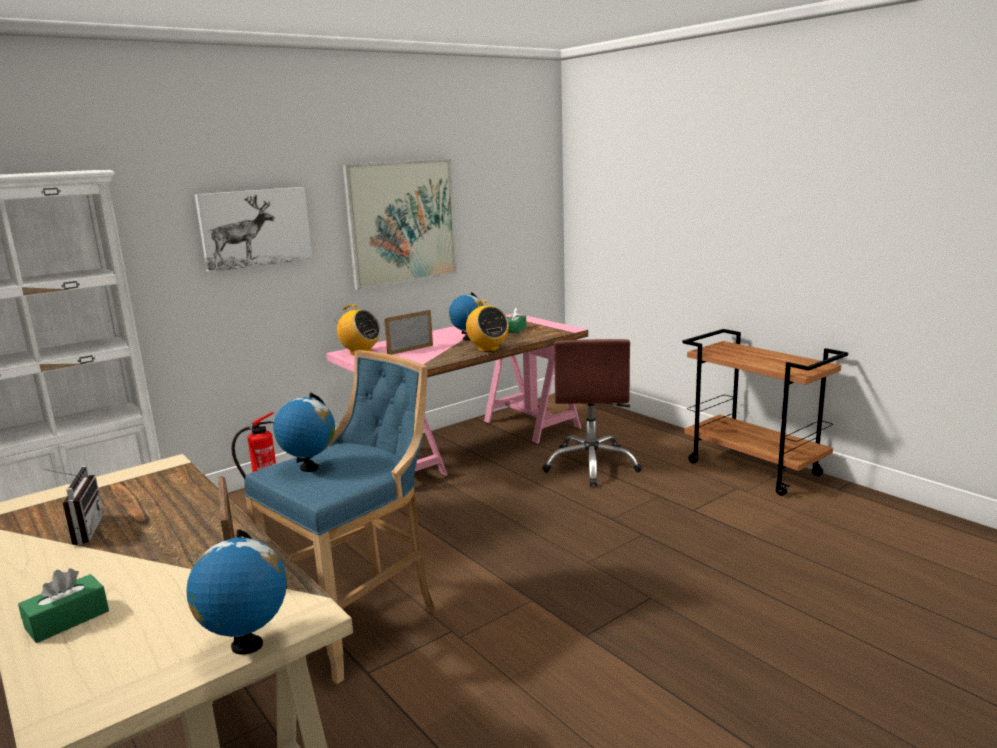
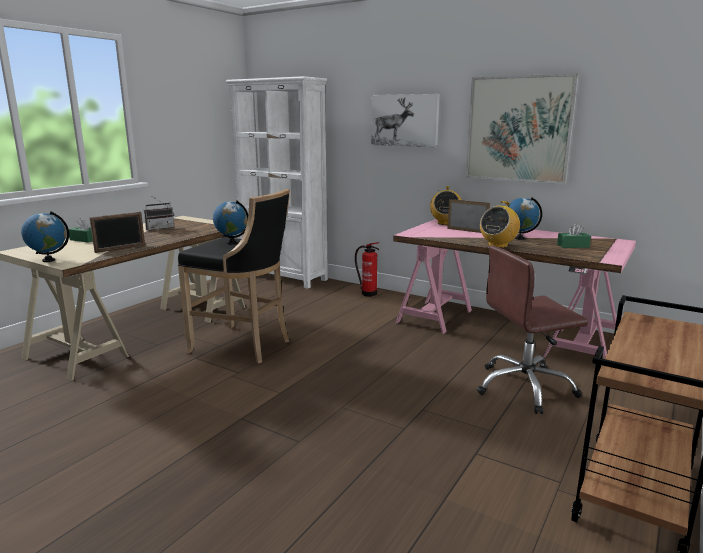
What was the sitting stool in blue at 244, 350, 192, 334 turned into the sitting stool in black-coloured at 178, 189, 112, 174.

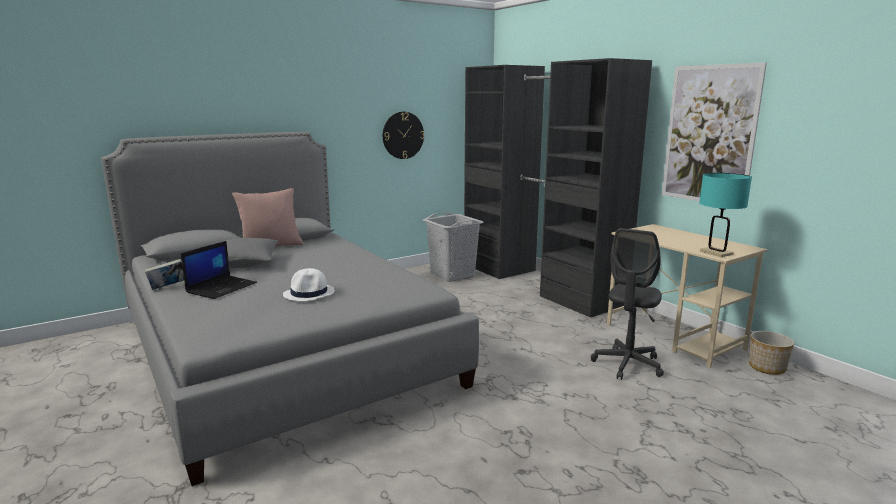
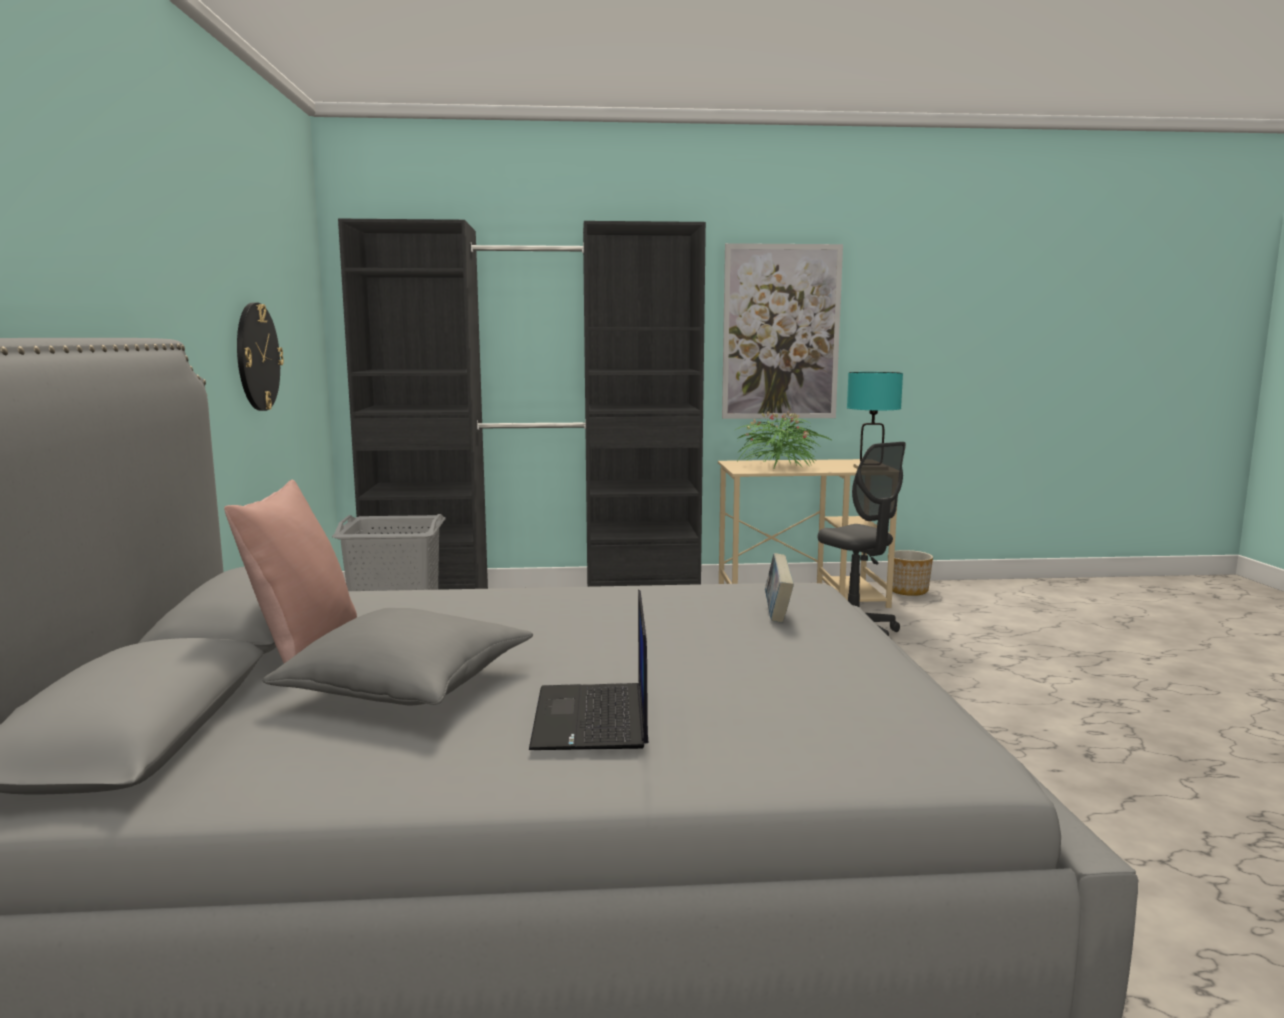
The portable computer at 181, 241, 76, 58 ended up facing another way, 150 degrees counterclockwise from before. The second view gained the potted plant at 735, 411, 96, 59. The volume ended up elsewhere, having gone from 145, 259, 39, 31 to 765, 553, 29, 70. The second view lost the hat in whitish at 283, 268, 52, 33.

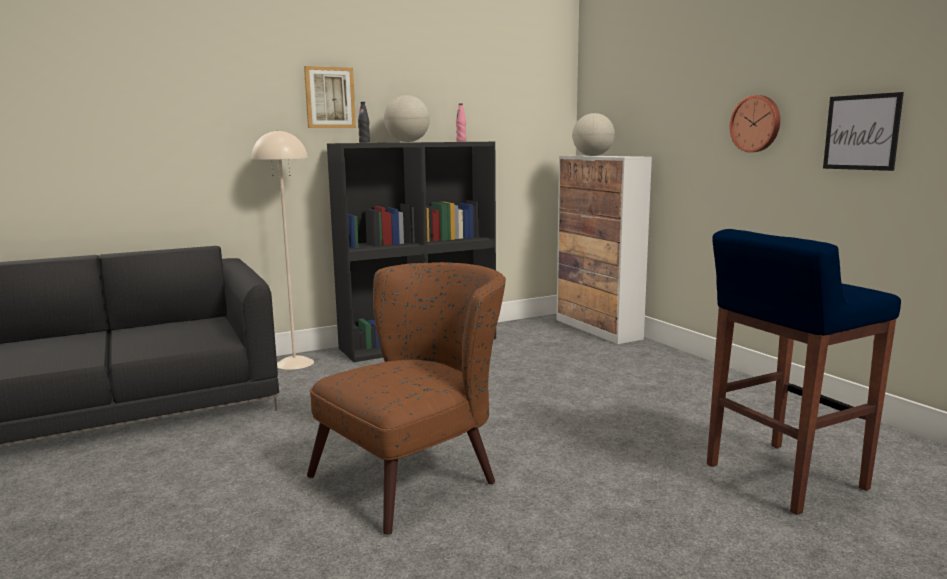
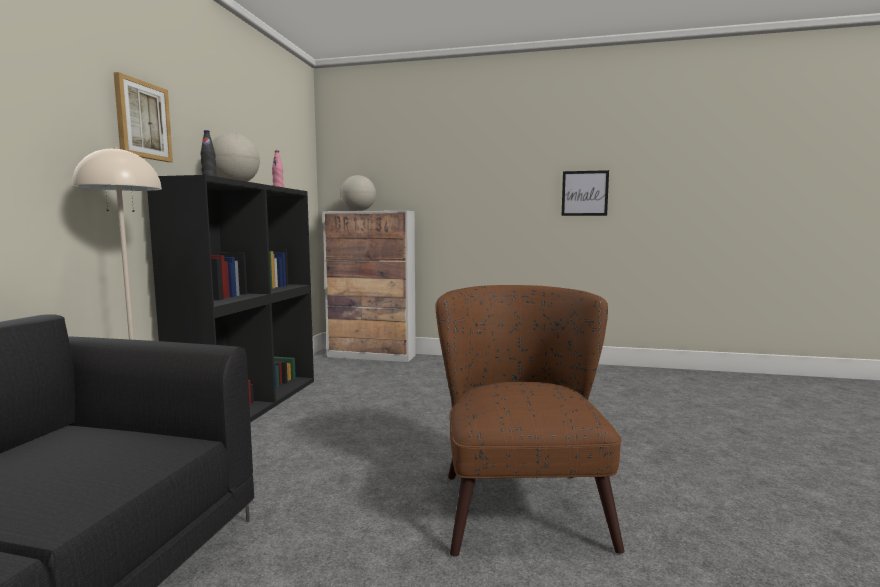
The second view lost the sitting stool in blue at 707, 229, 194, 286. The second view lost the wall clock at 730, 95, 50, 57.

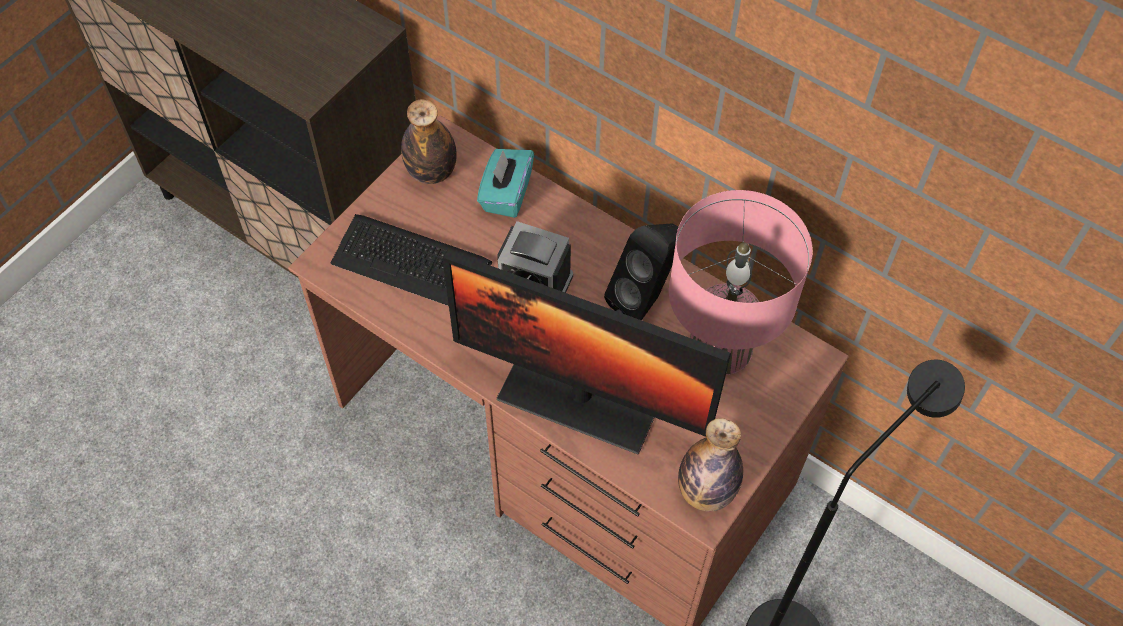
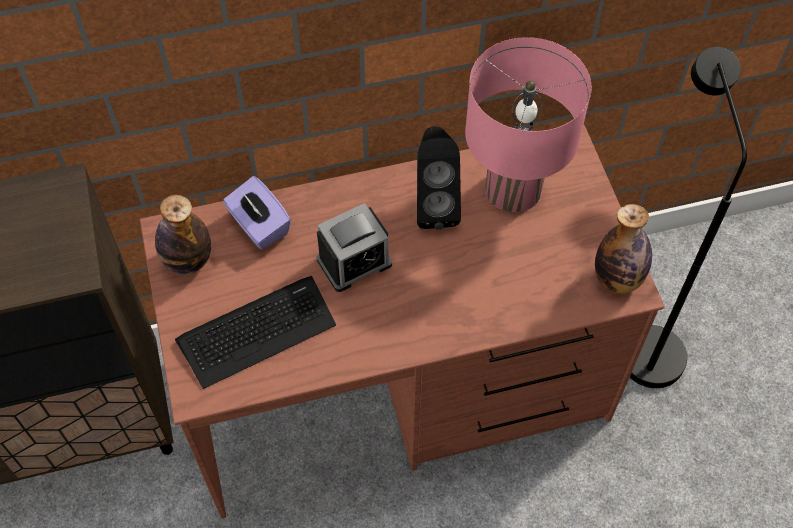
What was the tissue box in turquoise-coloured at 477, 149, 57, 69 turned into the tissue box in purple at 223, 176, 68, 74. The second view lost the computer screen at 442, 250, 289, 204.

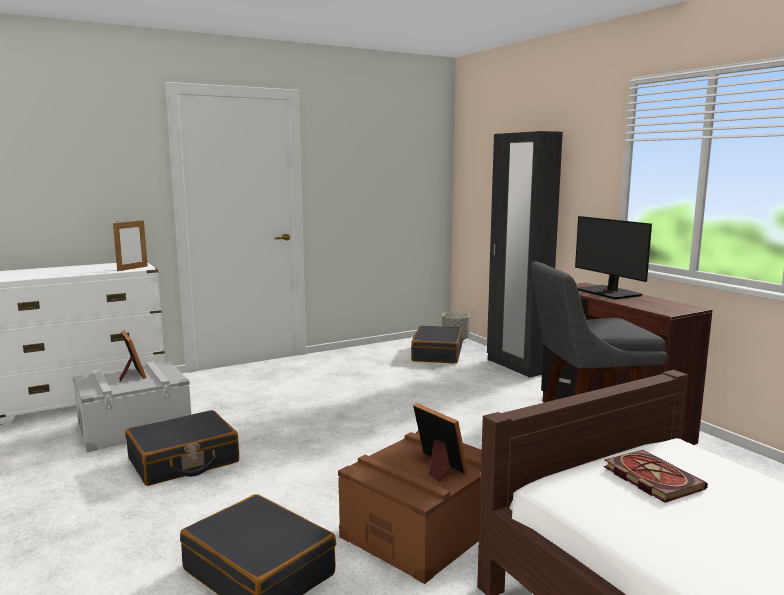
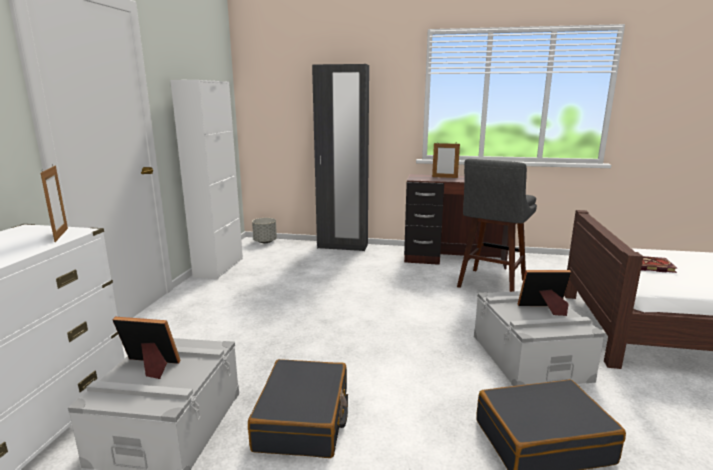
The second view gained the cupboard in whitish at 170, 80, 73, 199. Where the computer screen stood at 575, 216, 77, 83, the photo frame came to stand at 432, 143, 28, 35. What was the storage bin in brown at 338, 431, 144, 153 turned into the storage bin in gray at 474, 291, 131, 95. The second view lost the piece of luggage in black-coloured at 411, 325, 51, 39.

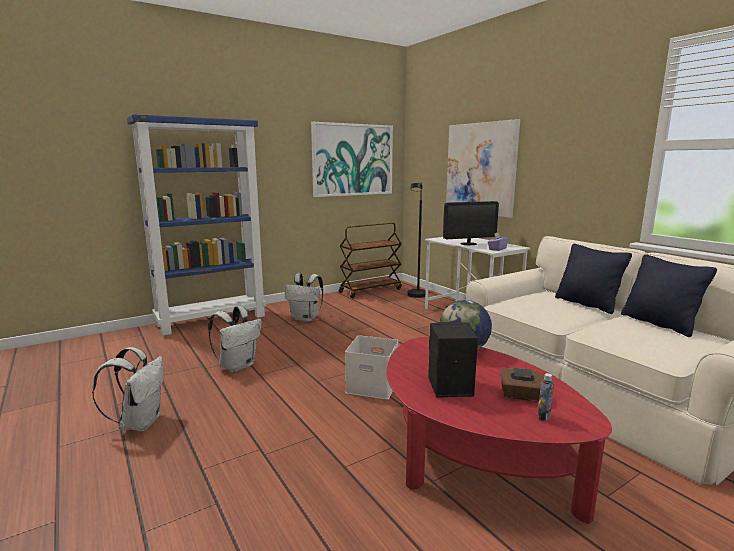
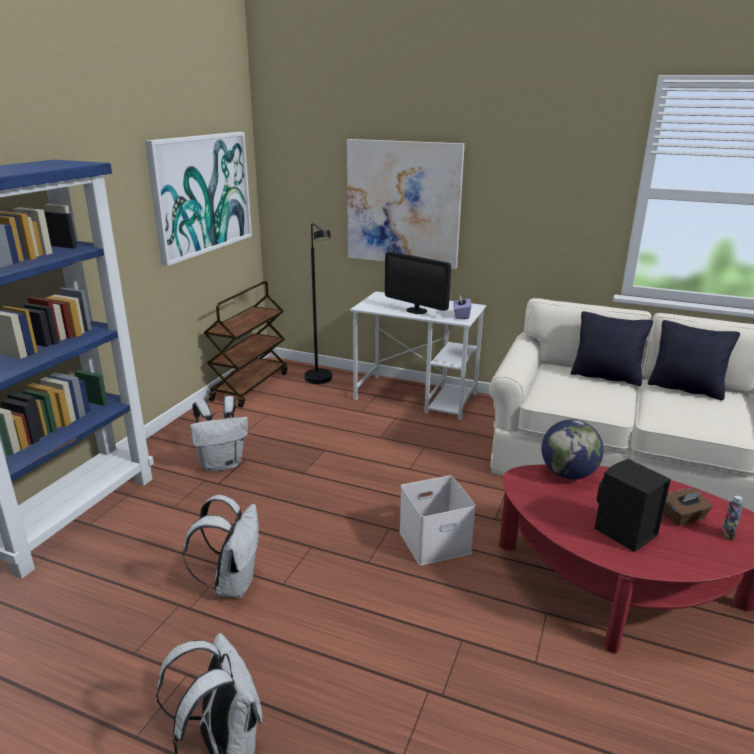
The computer screen at 443, 201, 56, 44 ended up facing another way, 90 degrees clockwise from before.

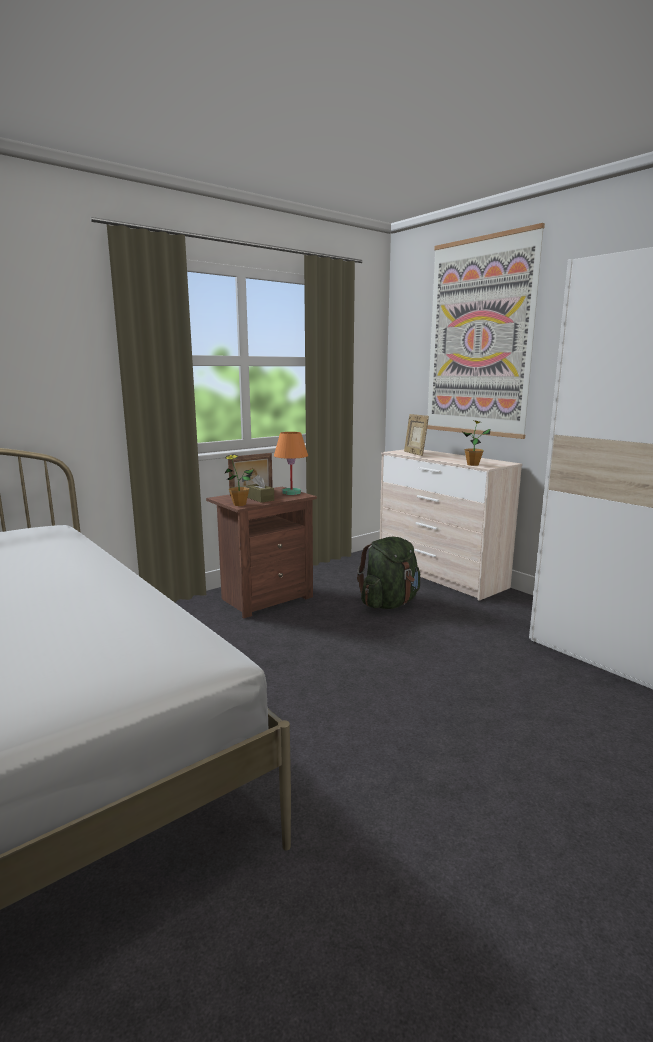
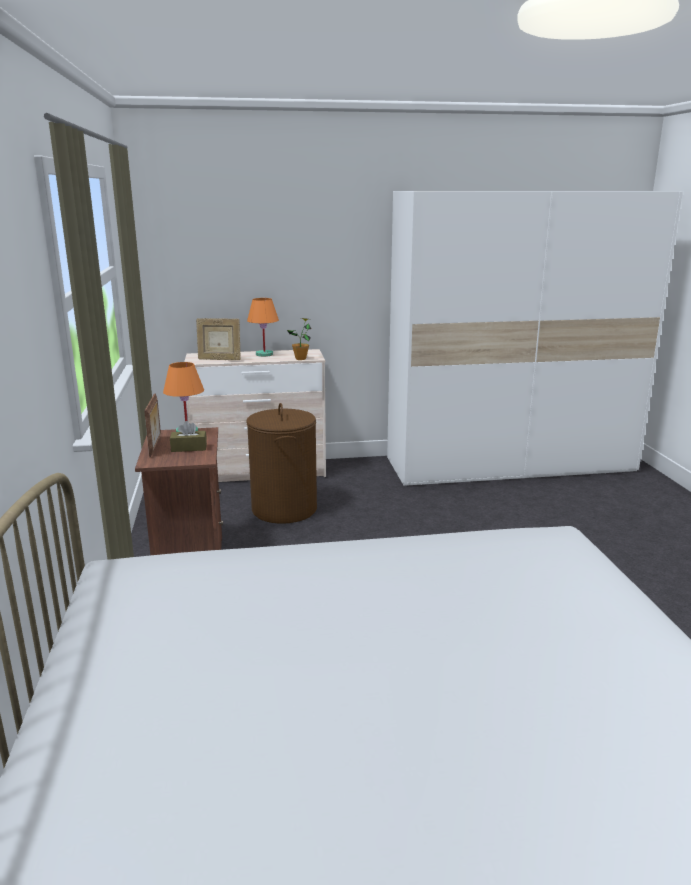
Where the knapsack in green-coloured stood at 357, 537, 63, 72, the laundry basket in brown came to stand at 246, 403, 71, 121. The second view gained the tabletop lamp in orange-coloured at 247, 298, 32, 59. The second view lost the potted plant at 225, 454, 29, 52. The second view lost the wall picture at 427, 223, 118, 216.

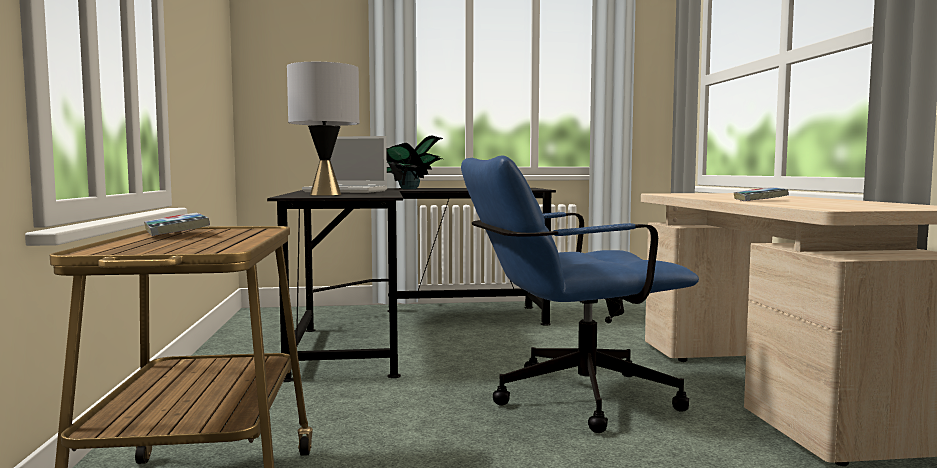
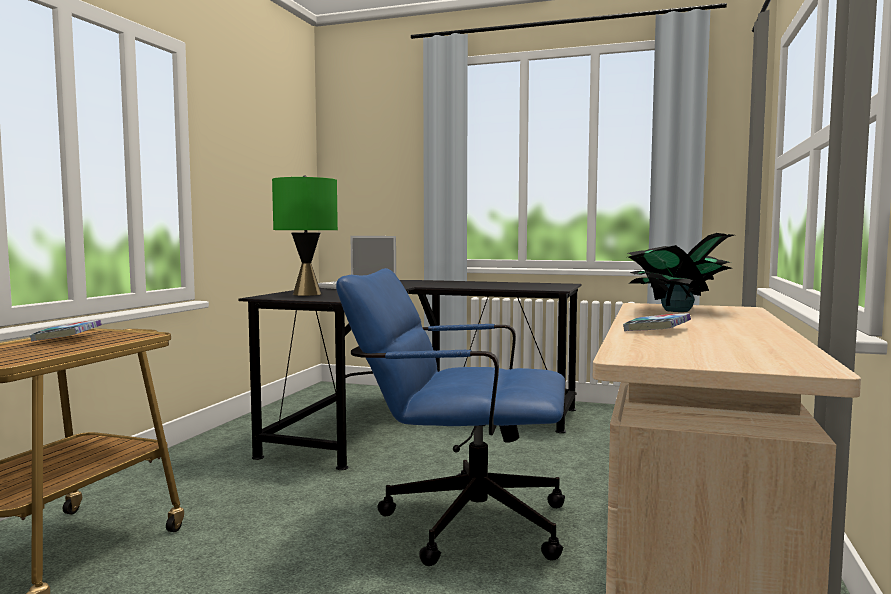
What was the tabletop lamp in gray at 287, 62, 72, 134 turned into the tabletop lamp in green-coloured at 272, 176, 66, 120. The potted plant ended up elsewhere, having gone from 386, 135, 57, 54 to 628, 233, 106, 79.

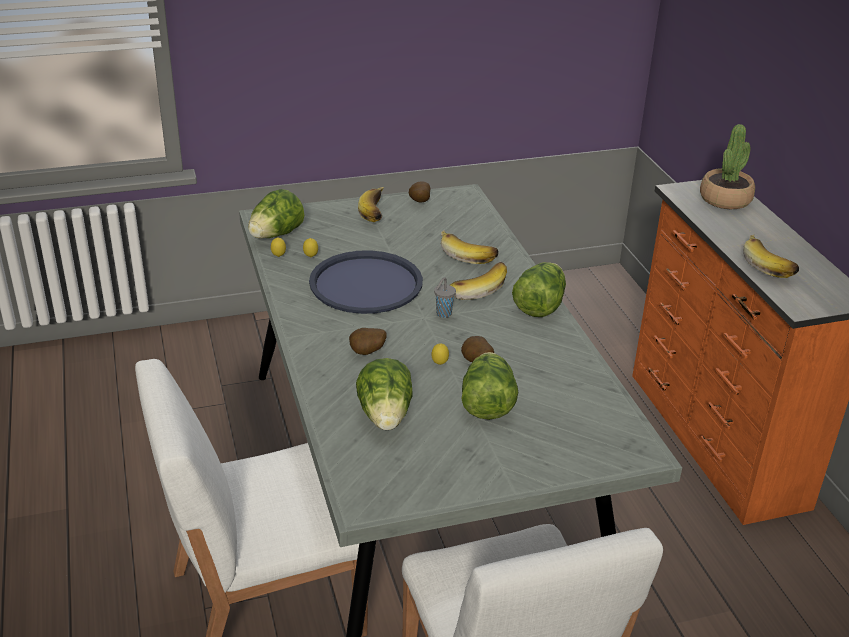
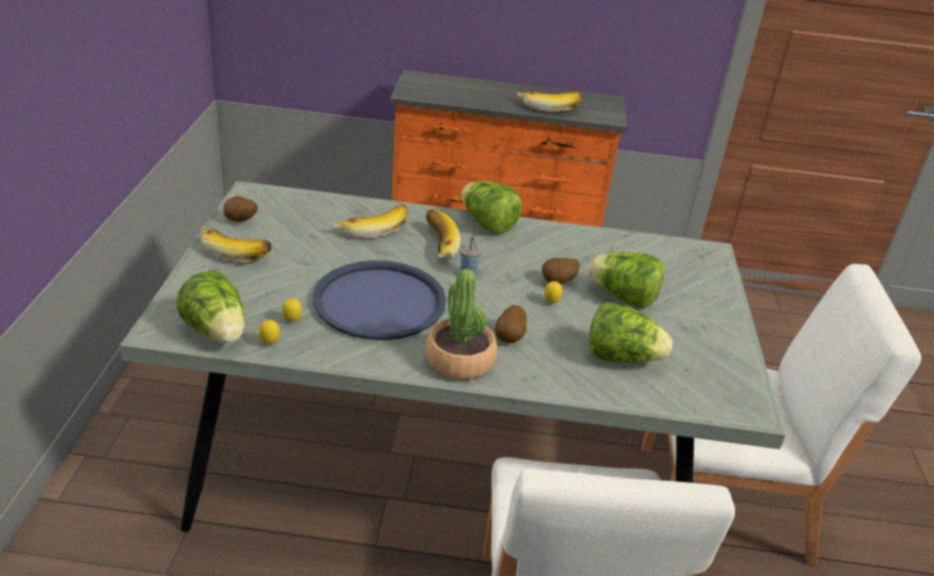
The potted plant ended up elsewhere, having gone from 700, 124, 55, 85 to 425, 269, 72, 111.

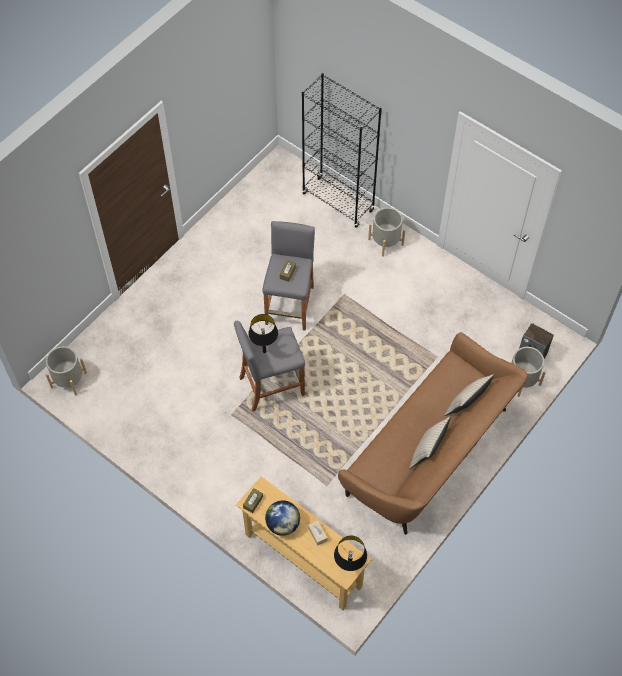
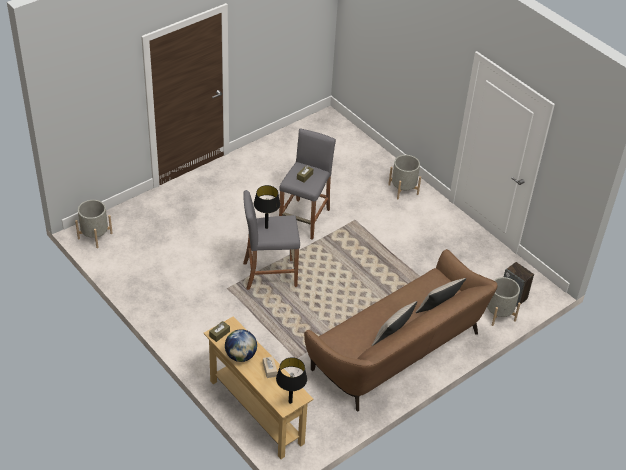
The second view lost the bookshelf in black-coloured at 302, 73, 80, 155.

